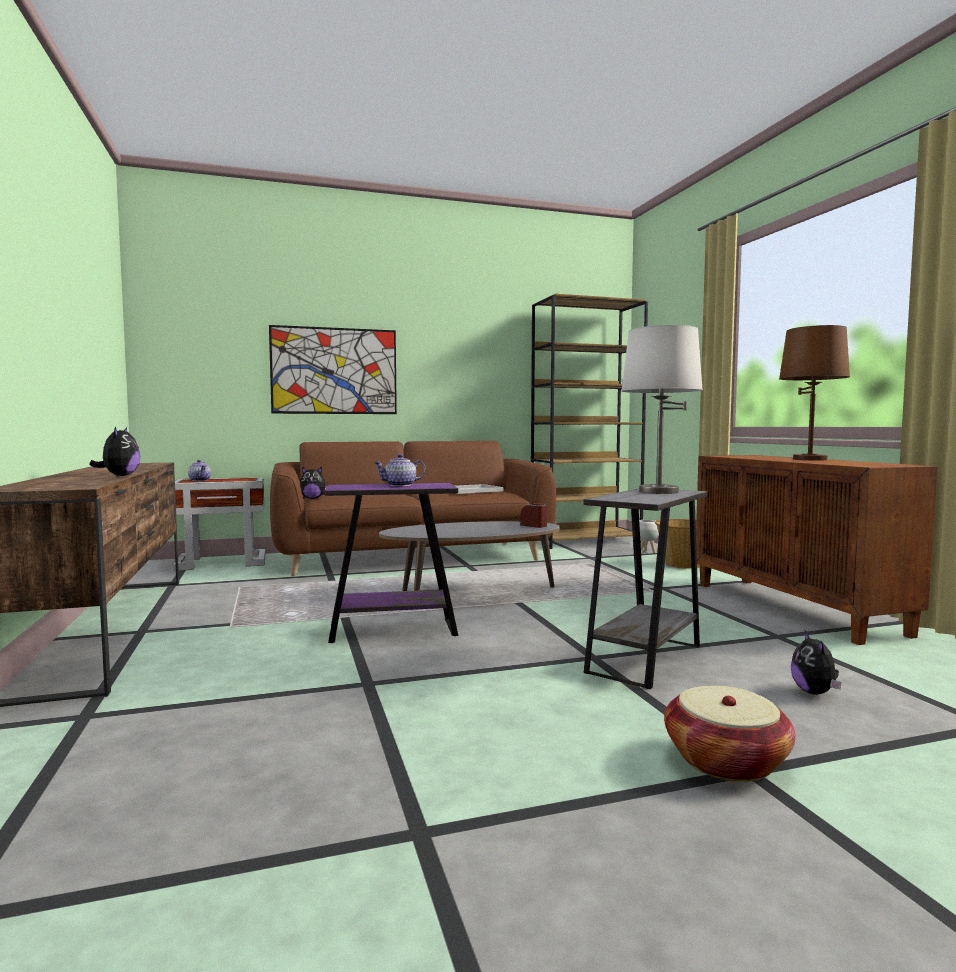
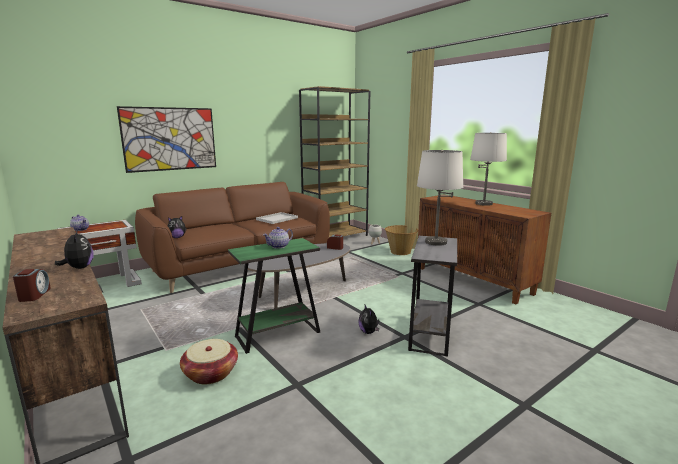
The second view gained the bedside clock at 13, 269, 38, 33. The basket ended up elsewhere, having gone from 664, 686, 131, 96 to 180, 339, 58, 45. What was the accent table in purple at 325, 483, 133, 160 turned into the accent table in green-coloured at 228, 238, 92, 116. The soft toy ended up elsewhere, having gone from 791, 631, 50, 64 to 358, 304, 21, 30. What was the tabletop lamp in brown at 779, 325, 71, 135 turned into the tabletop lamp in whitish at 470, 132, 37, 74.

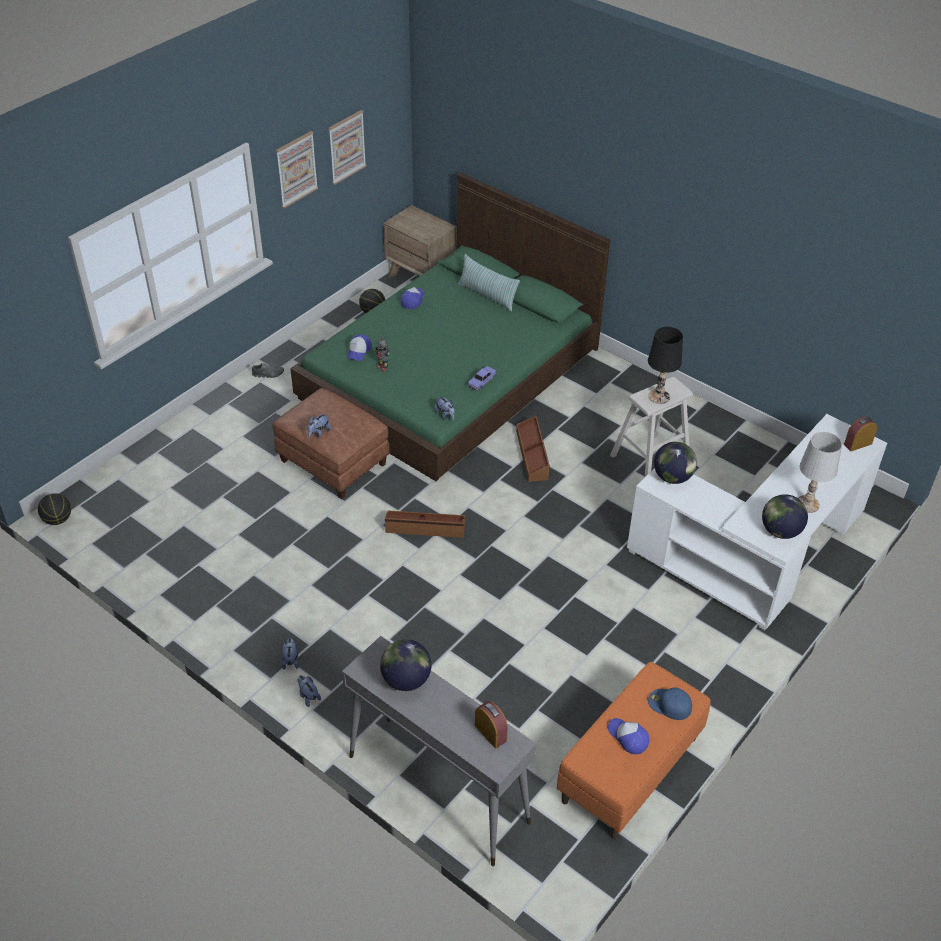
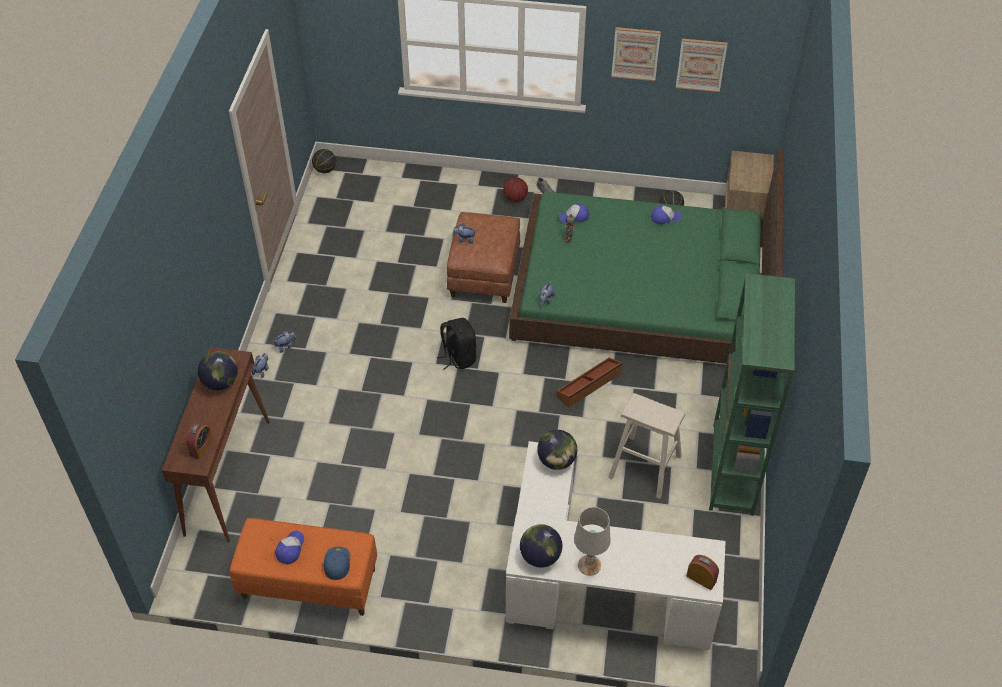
What was the narrow table in gray at 342, 636, 195, 230 turned into the narrow table in brown at 162, 347, 108, 196. Where the storage bin in brown stood at 385, 510, 80, 28, the knapsack in black-coloured came to stand at 437, 318, 39, 52. The second view gained the basketball at 503, 177, 25, 25. The second view gained the bookshelf in green-coloured at 709, 273, 86, 243. The second view lost the pillow at 458, 254, 62, 57. The second view lost the miniature car at 467, 366, 30, 24. The second view lost the tabletop lamp in black-coloured at 648, 327, 35, 77.

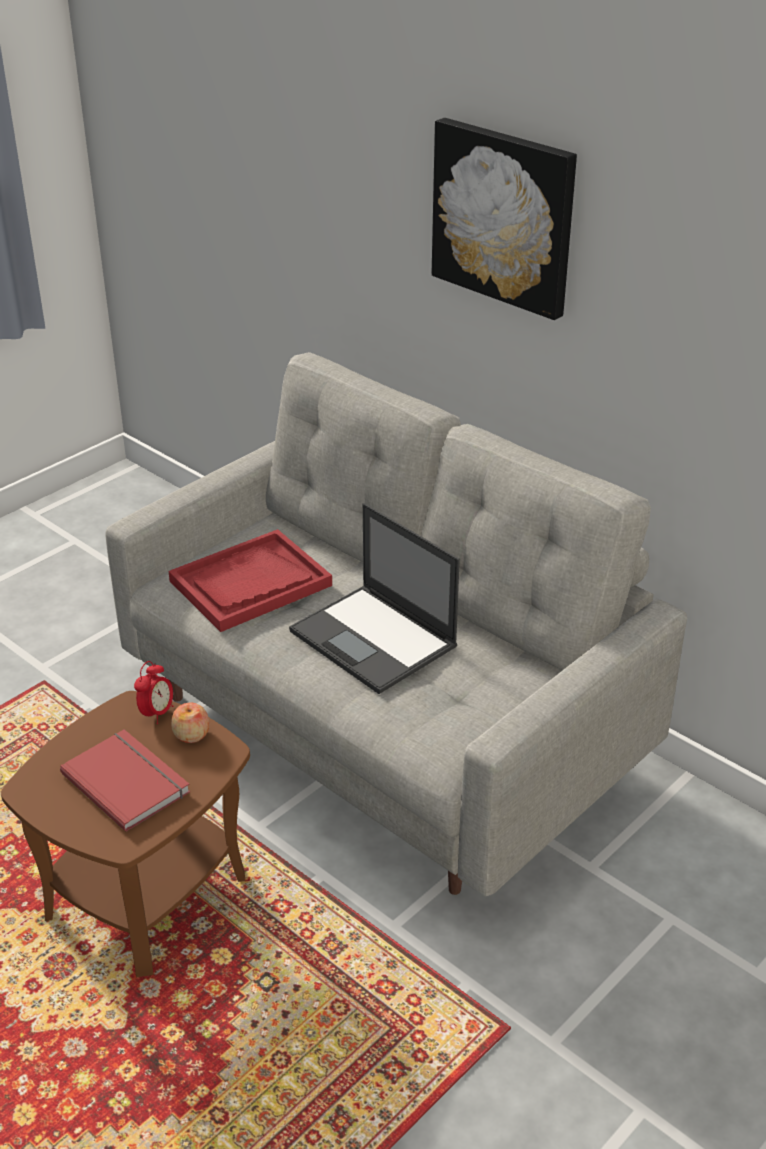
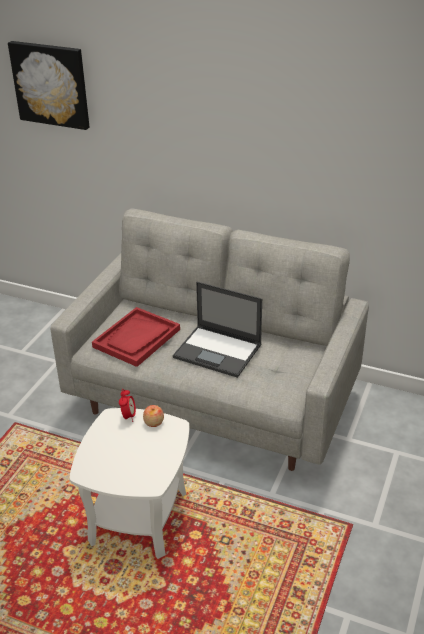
The wall picture ended up elsewhere, having gone from 432, 118, 145, 202 to 8, 41, 82, 89. What was the accent table in brown at 1, 691, 249, 286 turned into the accent table in whitish at 69, 408, 120, 151. The second view lost the volume in red at 60, 730, 130, 102.

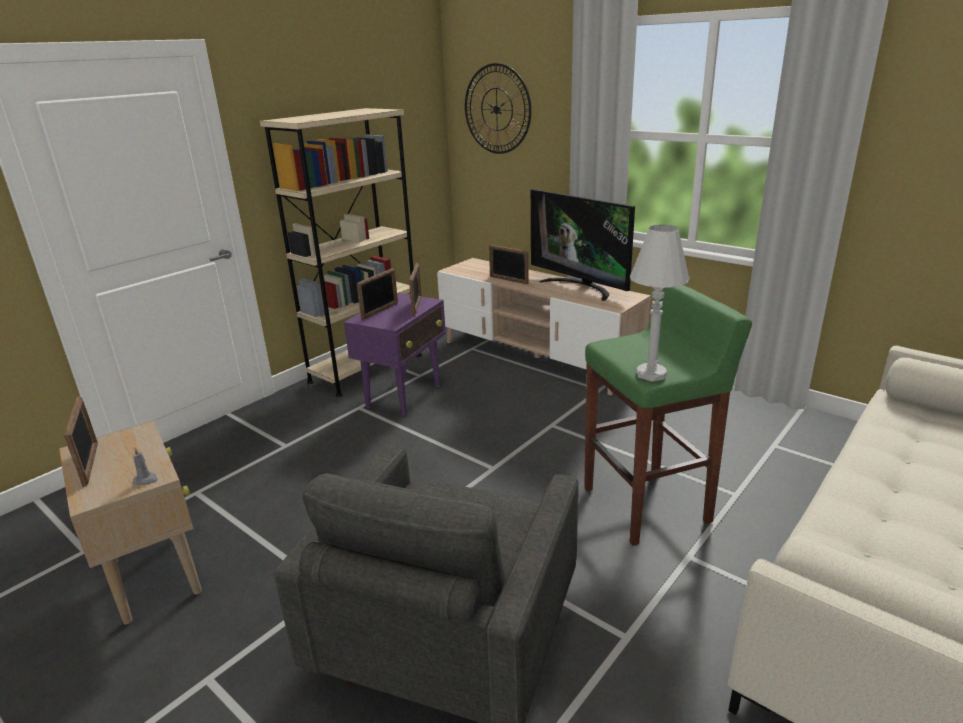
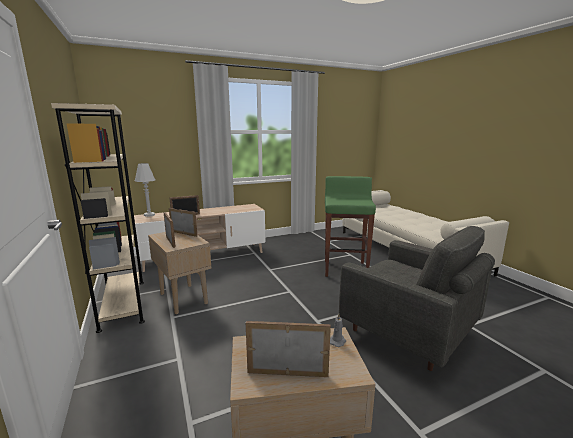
The tabletop lamp in whitish ended up elsewhere, having gone from 630, 225, 60, 157 to 135, 163, 21, 54. What was the accent table in purple at 344, 293, 102, 123 turned into the accent table in beige-coloured at 148, 232, 63, 82. The second view lost the wall clock at 465, 63, 66, 91. The second view lost the TV set at 531, 189, 104, 112.

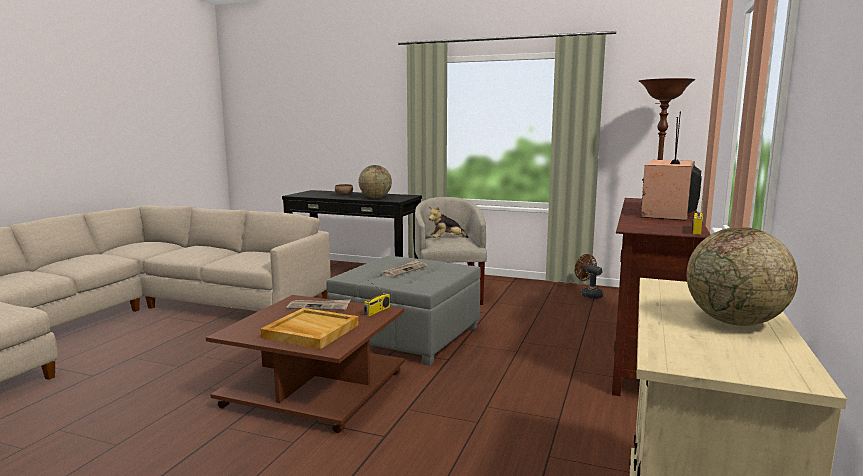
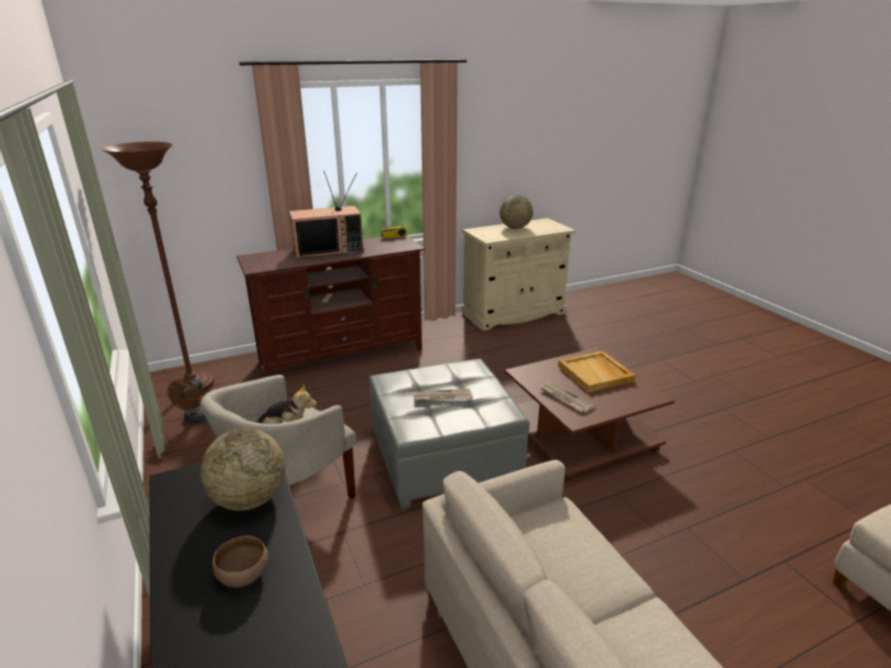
The second view lost the radio at 364, 280, 26, 36.

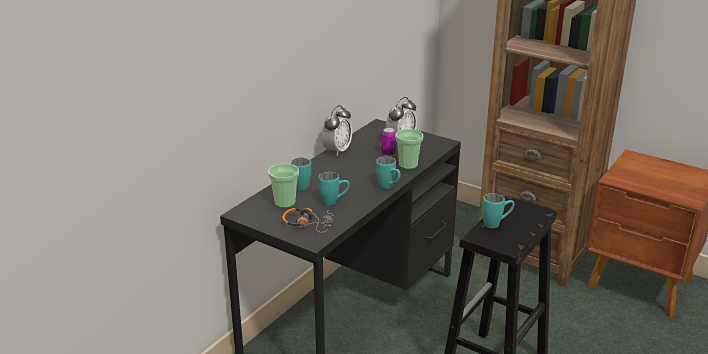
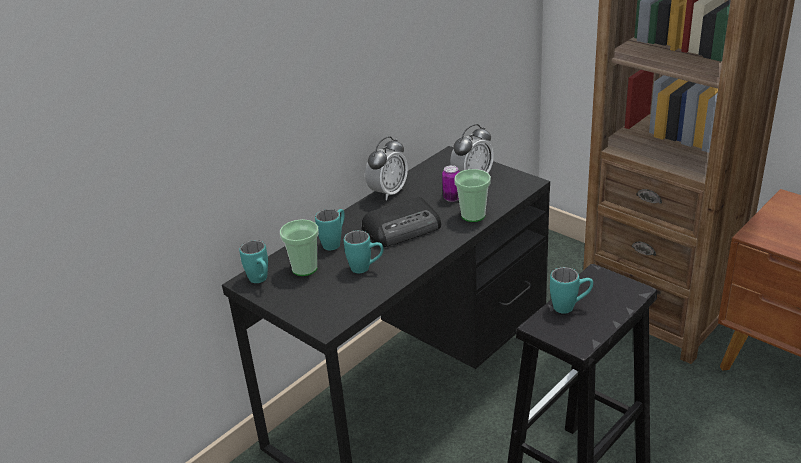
The mug in turquoise-coloured ended up elsewhere, having gone from 376, 156, 24, 33 to 239, 240, 29, 43. The second view gained the radio at 362, 197, 79, 50. The second view lost the pair of headphones at 282, 208, 52, 25.

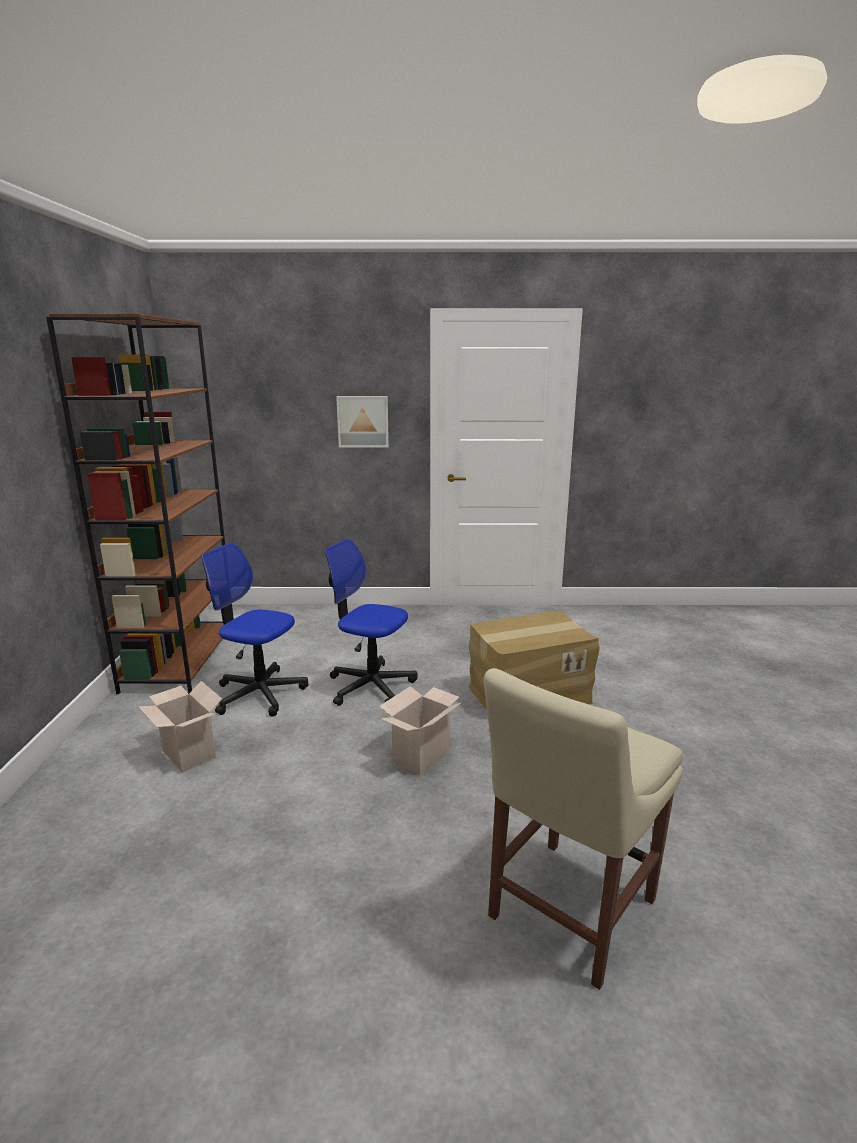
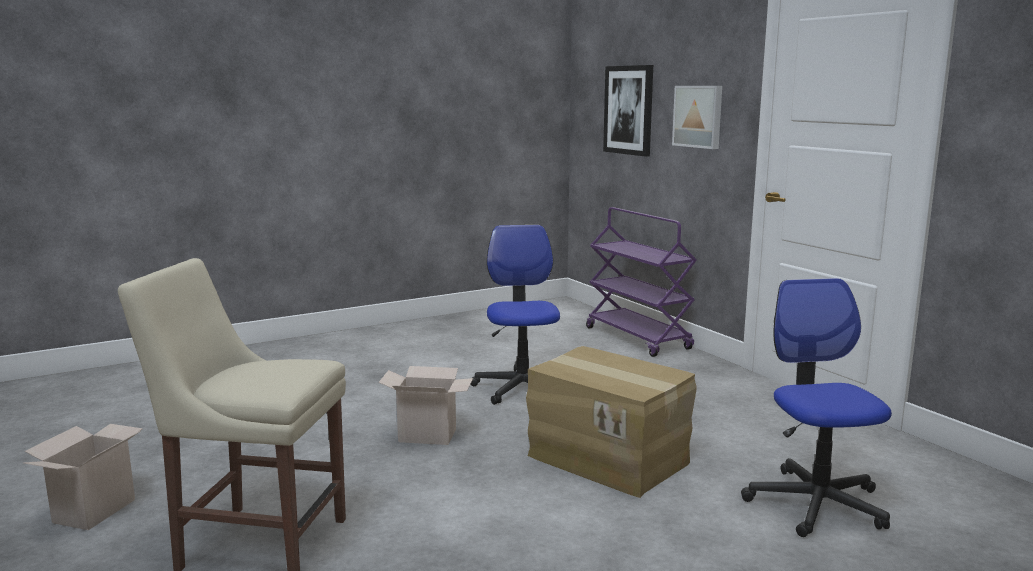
The carton ended up elsewhere, having gone from 138, 681, 84, 91 to 23, 424, 120, 106. The second view gained the trolley in purple at 586, 207, 111, 150. The second view gained the wall picture at 603, 65, 50, 92. The desk chair ended up elsewhere, having gone from 202, 543, 107, 173 to 741, 278, 151, 259. The second view lost the bookshelf in brown at 46, 314, 187, 380.

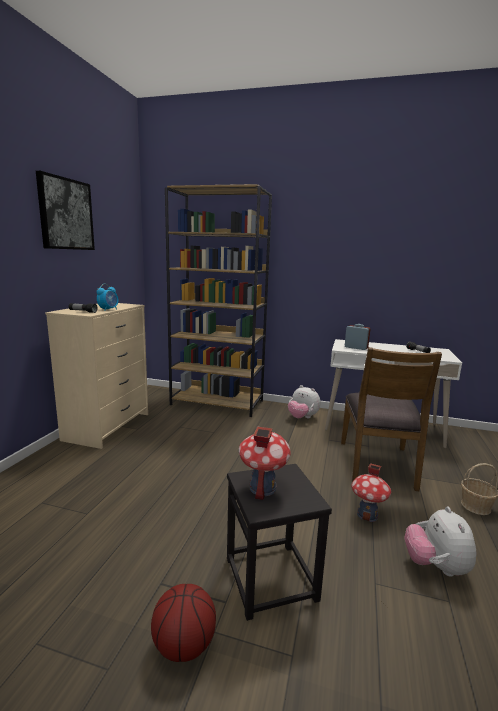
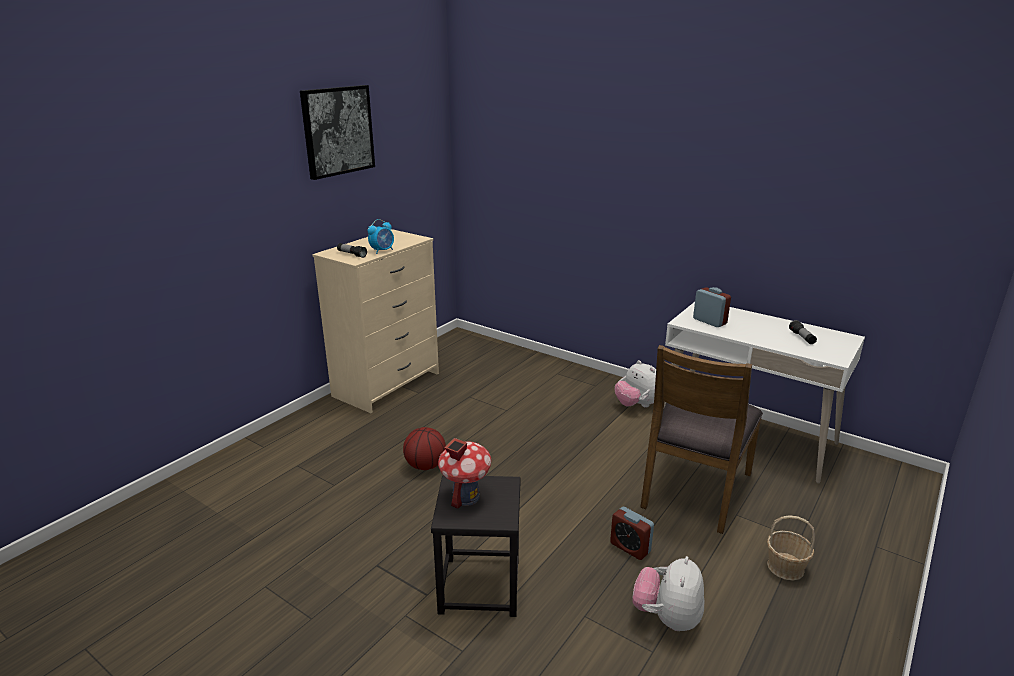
The basketball ended up elsewhere, having gone from 151, 584, 65, 78 to 403, 427, 43, 43. Where the toy house stood at 351, 463, 40, 59, the bedside clock came to stand at 610, 507, 44, 53. The second view lost the bookshelf in brown at 165, 184, 107, 233.

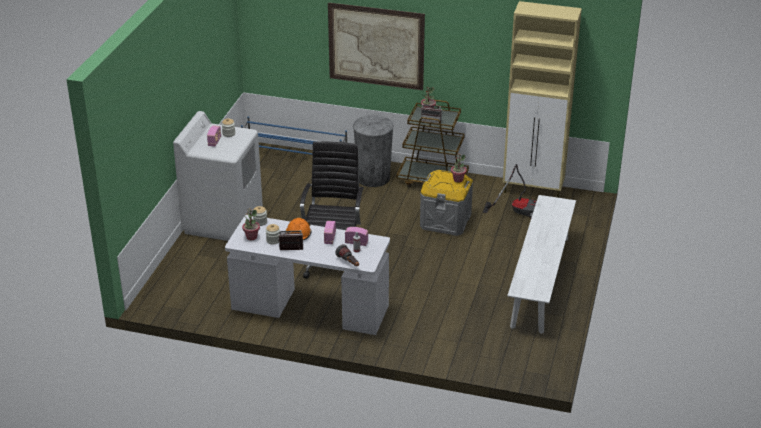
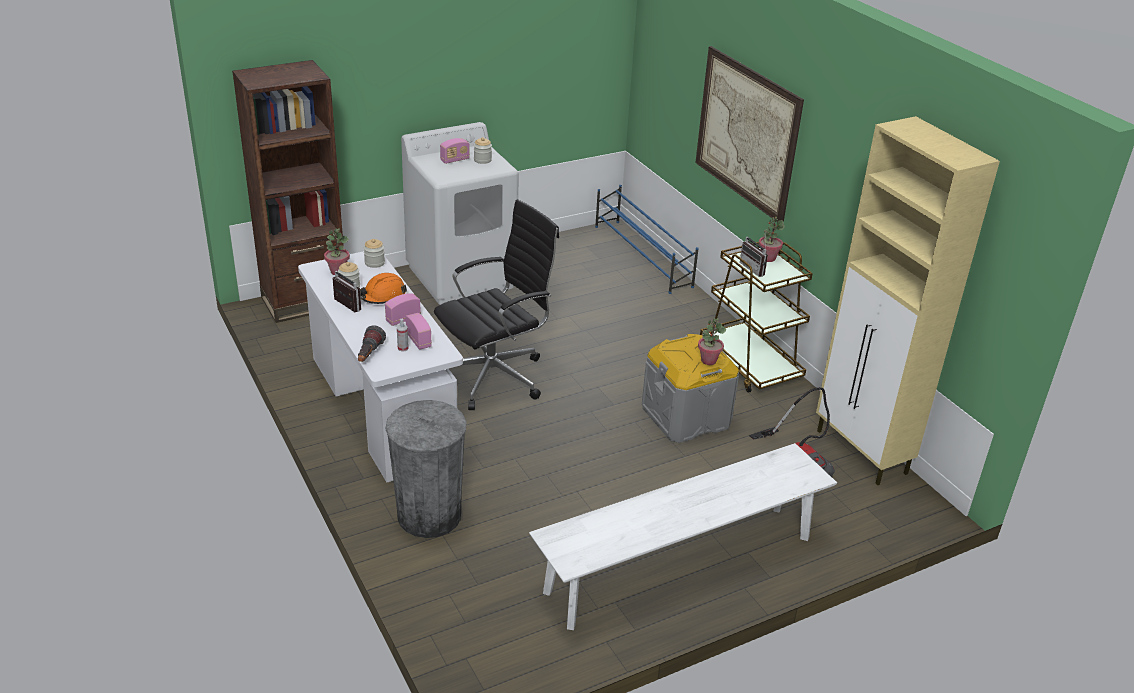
The second view gained the bookshelf in brown at 232, 60, 112, 263. The rubbish bin in gray ended up elsewhere, having gone from 353, 115, 41, 72 to 385, 400, 82, 138.

